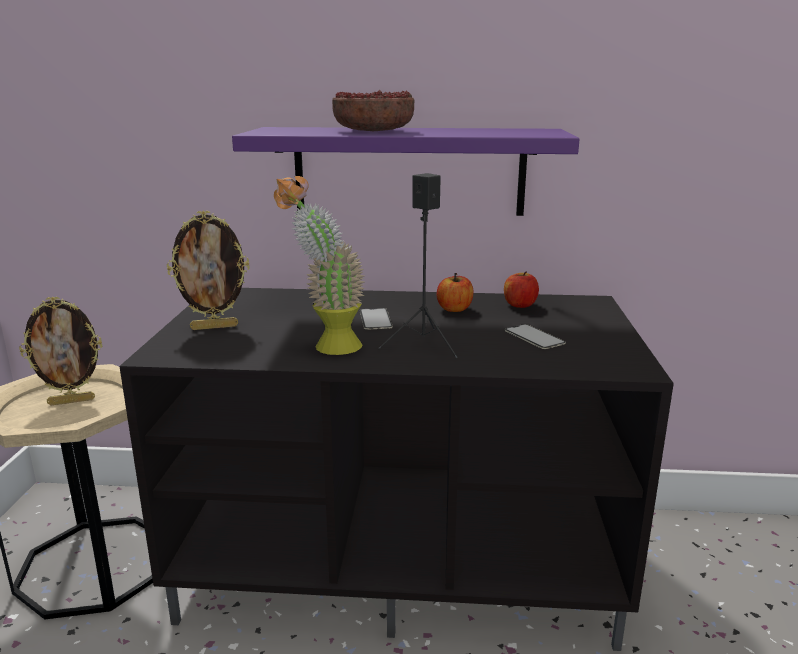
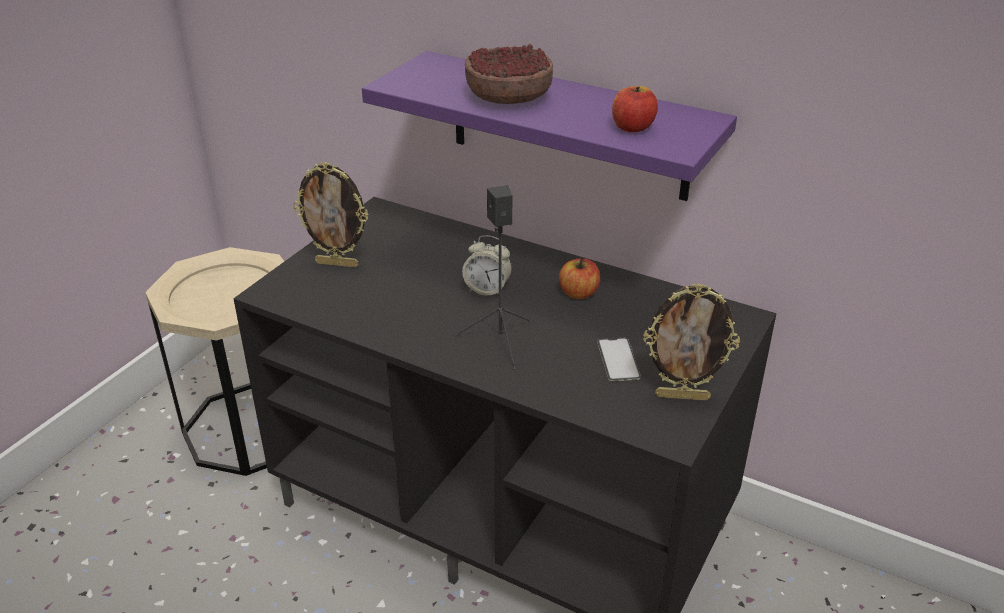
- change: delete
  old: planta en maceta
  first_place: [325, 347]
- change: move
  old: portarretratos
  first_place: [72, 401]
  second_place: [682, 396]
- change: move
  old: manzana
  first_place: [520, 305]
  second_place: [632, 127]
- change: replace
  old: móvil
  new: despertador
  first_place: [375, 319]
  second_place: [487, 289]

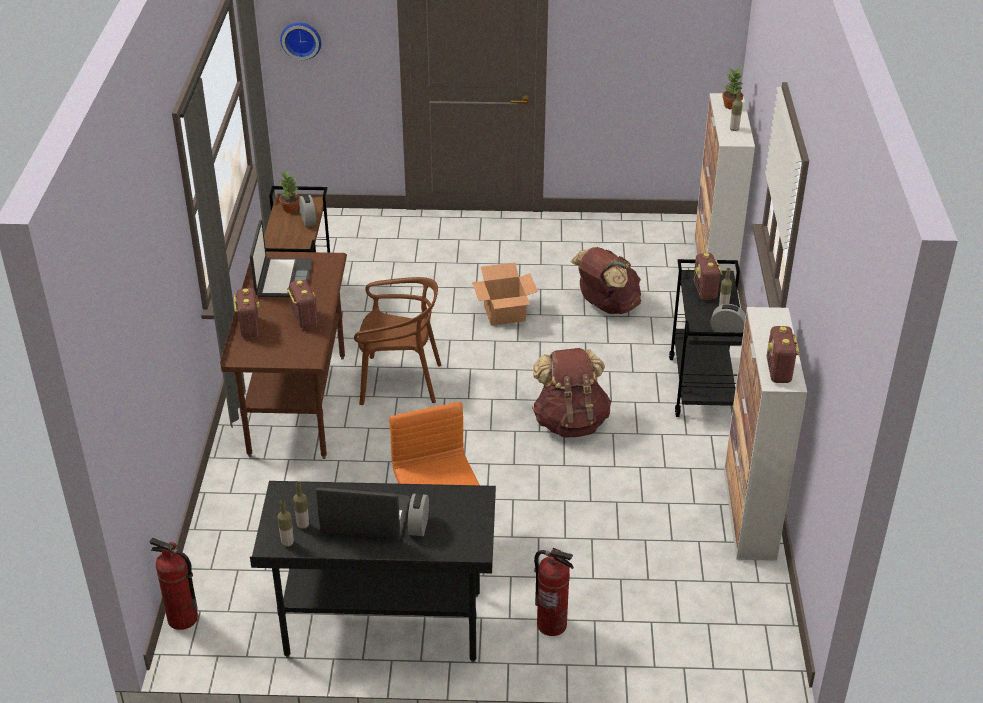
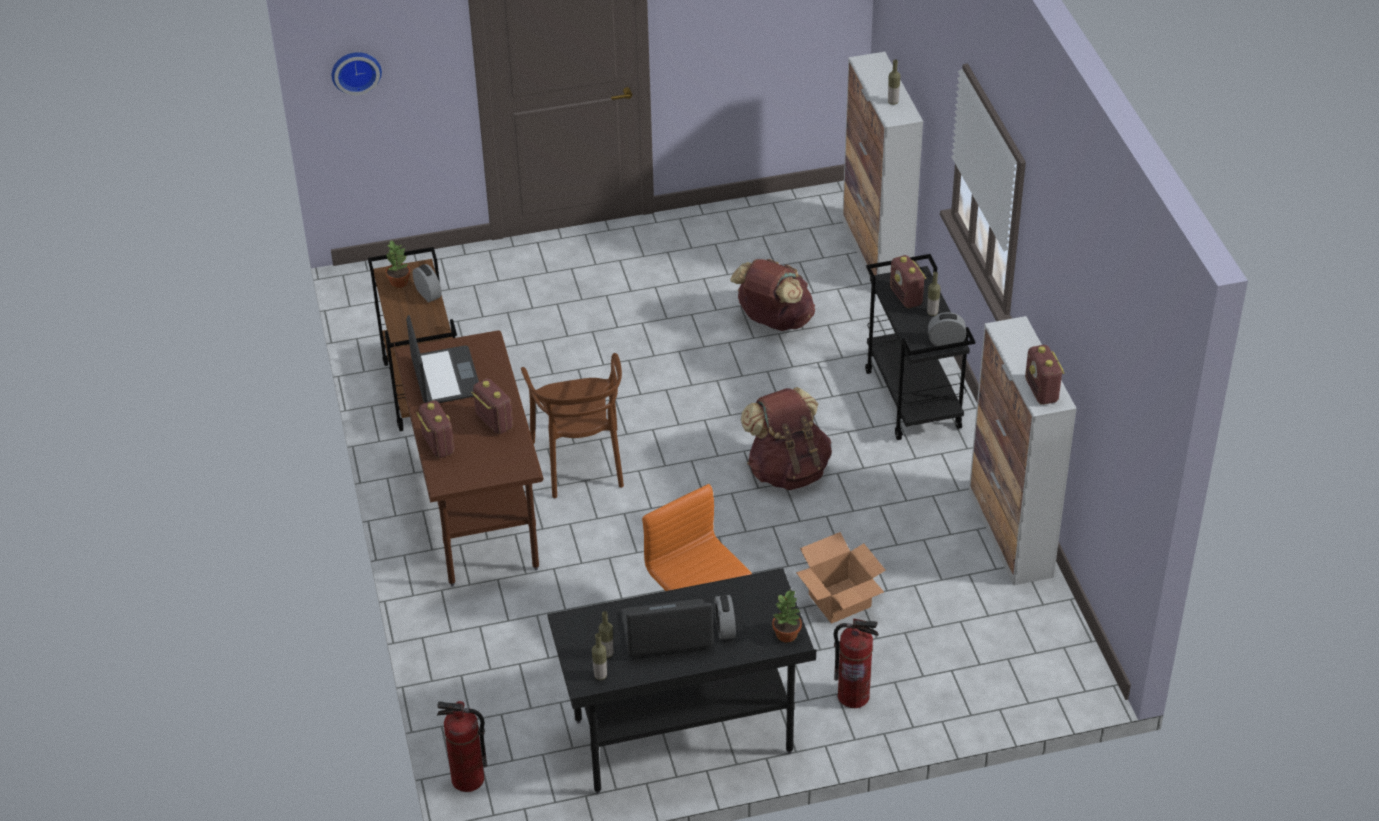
- change: move
  old: caja de cartón
  first_place: [505, 313]
  second_place: [840, 600]
- change: move
  old: planta en maceta
  first_place: [732, 106]
  second_place: [787, 635]
- change: rotate
  old: silla/marrón
  first_place: [399, 382]
  second_place: [580, 462]
  degrees: 90

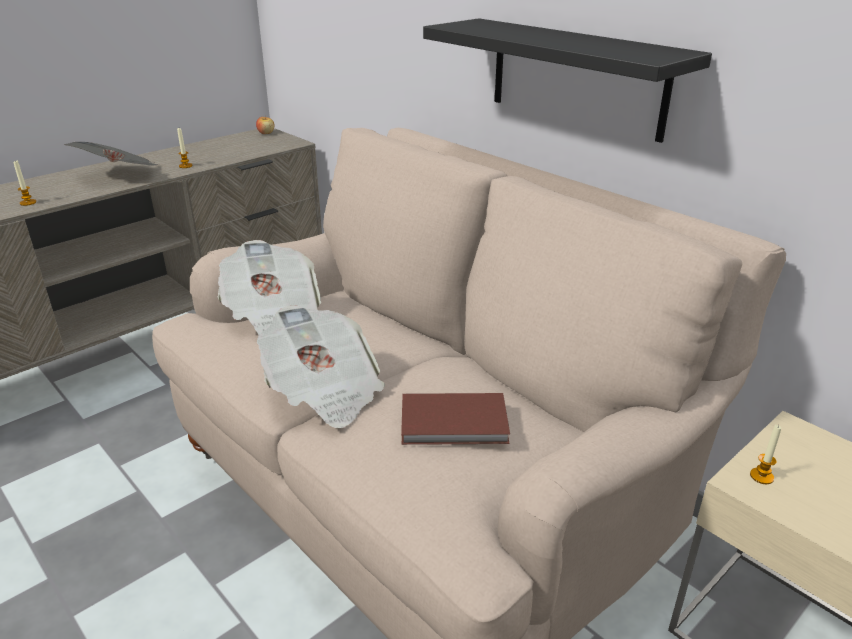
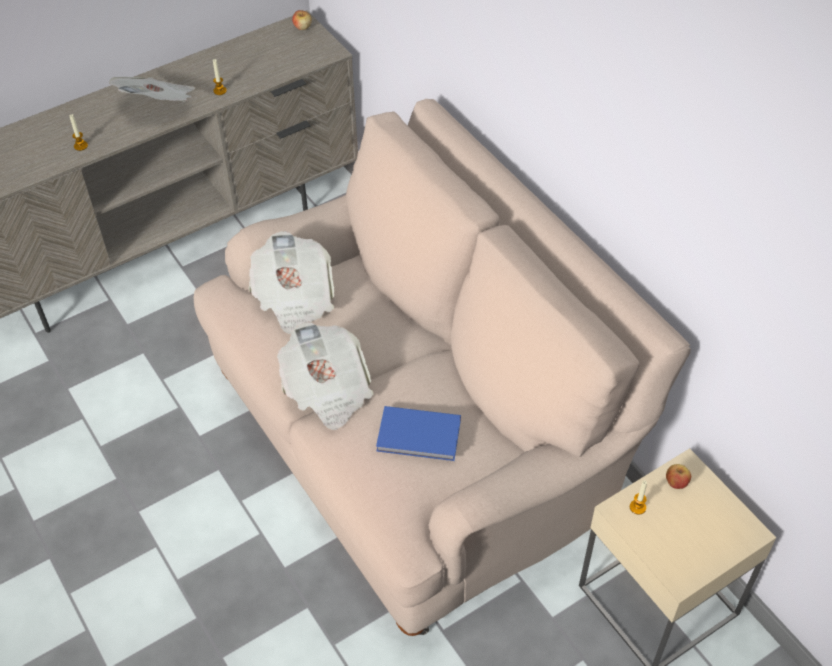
- change: delete
  old: estante/negro
  first_place: [576, 77]
- change: insert
  new: manzana
  second_place: [676, 482]
- change: recolor
  old: libro/marrón
  new: libro/azul
  first_place: [455, 423]
  second_place: [419, 437]

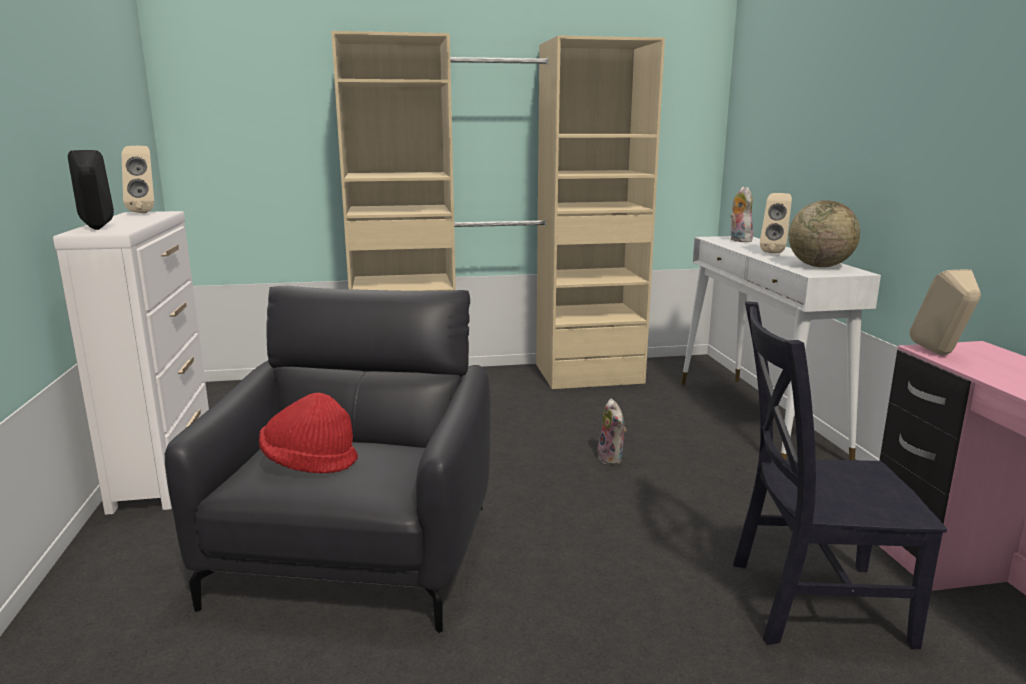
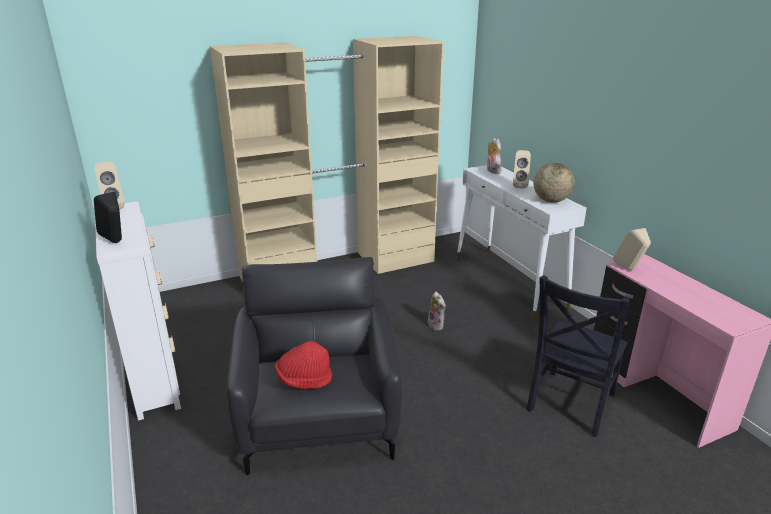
- change: rotate
  old: silla/negro
  first_place: [809, 601]
  second_place: [569, 404]
  degrees: -45

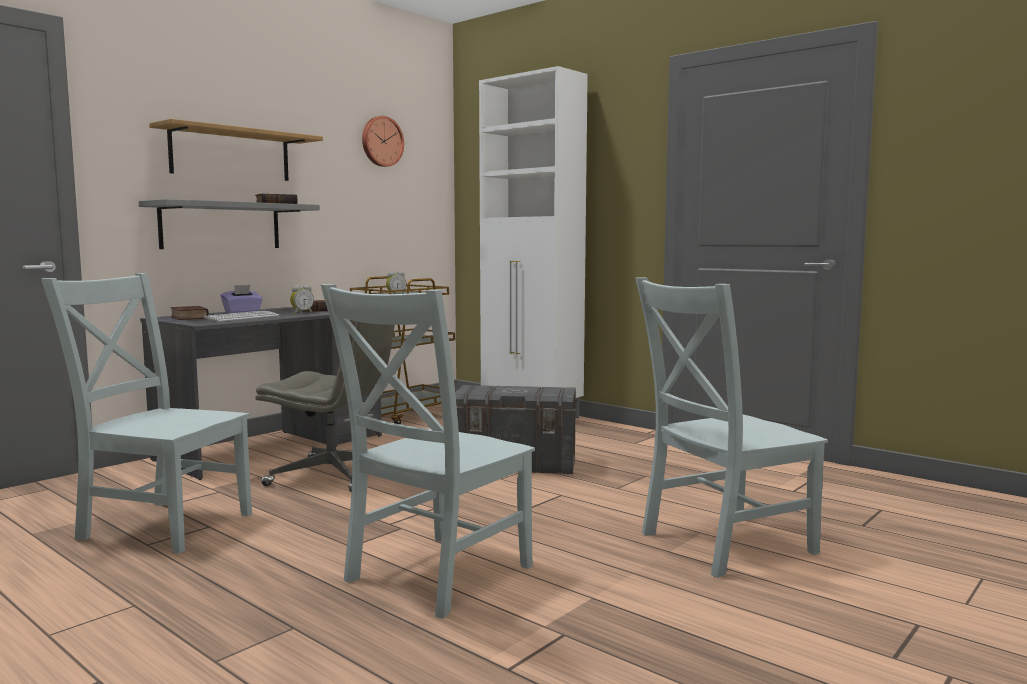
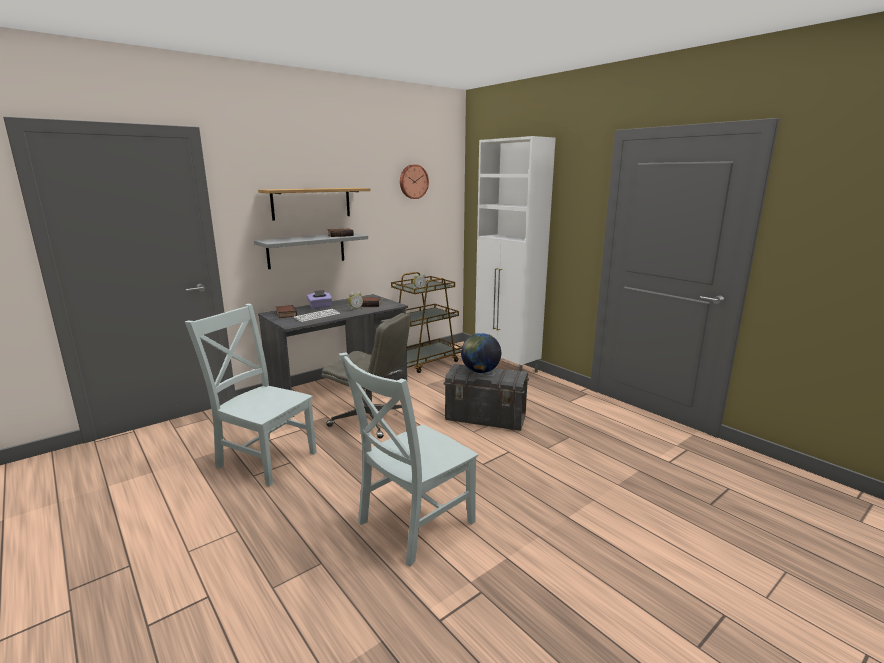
- change: delete
  old: silla/gris
  first_place: [721, 544]
- change: insert
  new: globo terráqueo
  second_place: [480, 371]

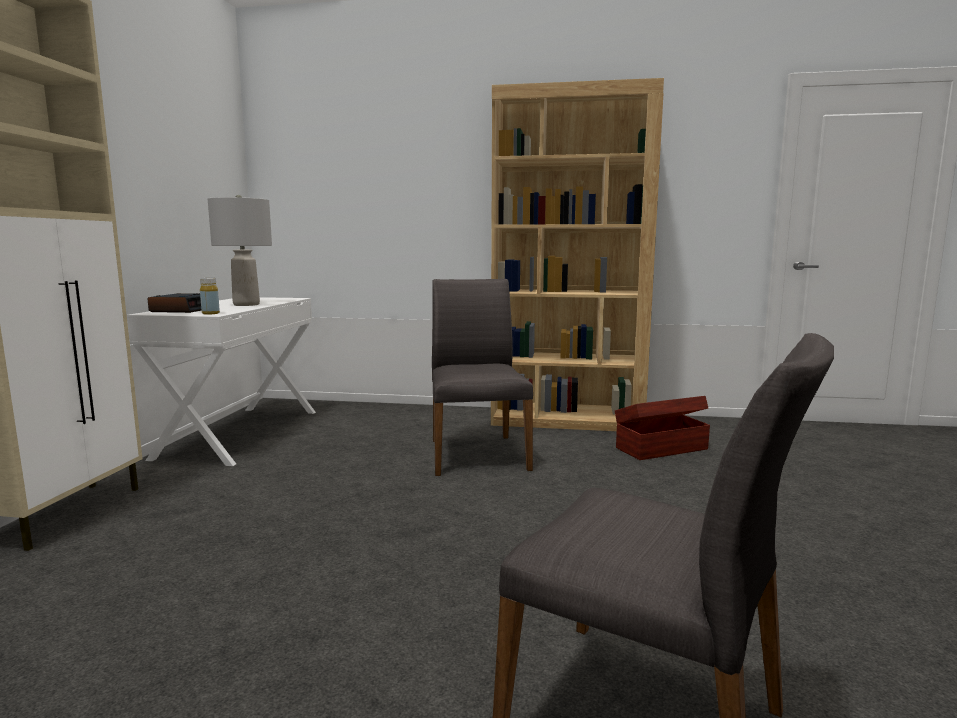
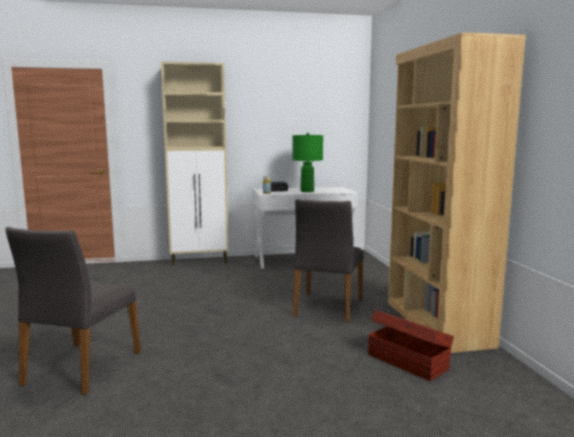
- change: recolor
  old: lámpara de mesa/gris
  new: lámpara de mesa/verde
  first_place: [246, 304]
  second_place: [307, 191]
- change: rotate
  old: silla/gris
  first_place: [476, 454]
  second_place: [327, 307]
  degrees: 135

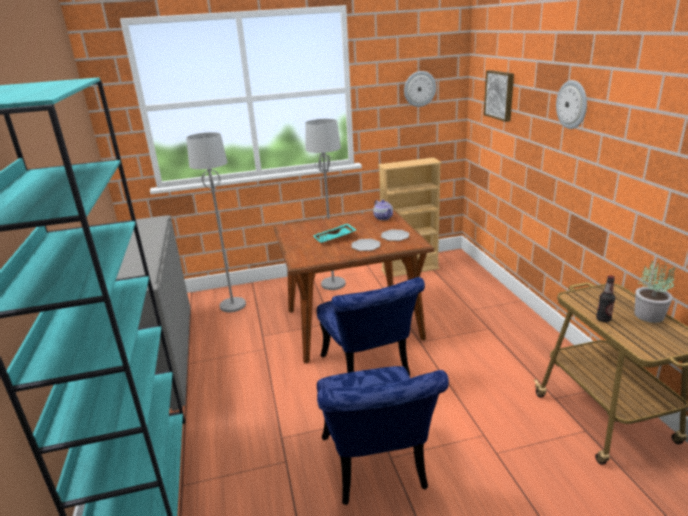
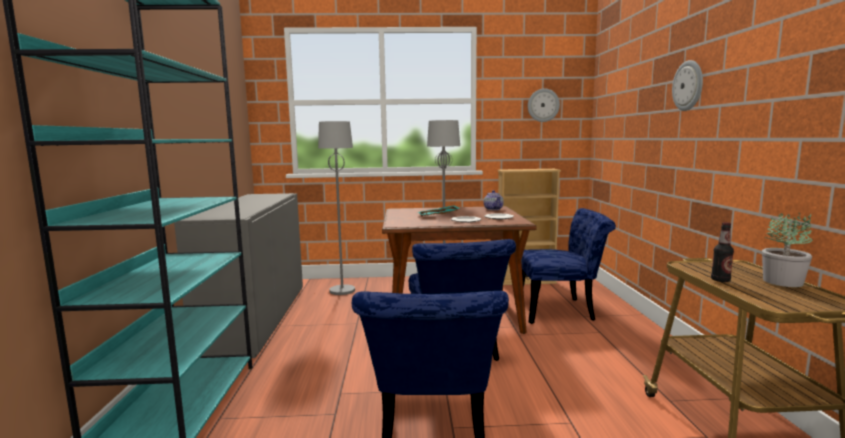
- change: delete
  old: cuadro
  first_place: [500, 95]
- change: insert
  new: silla/azul
  second_place: [561, 310]

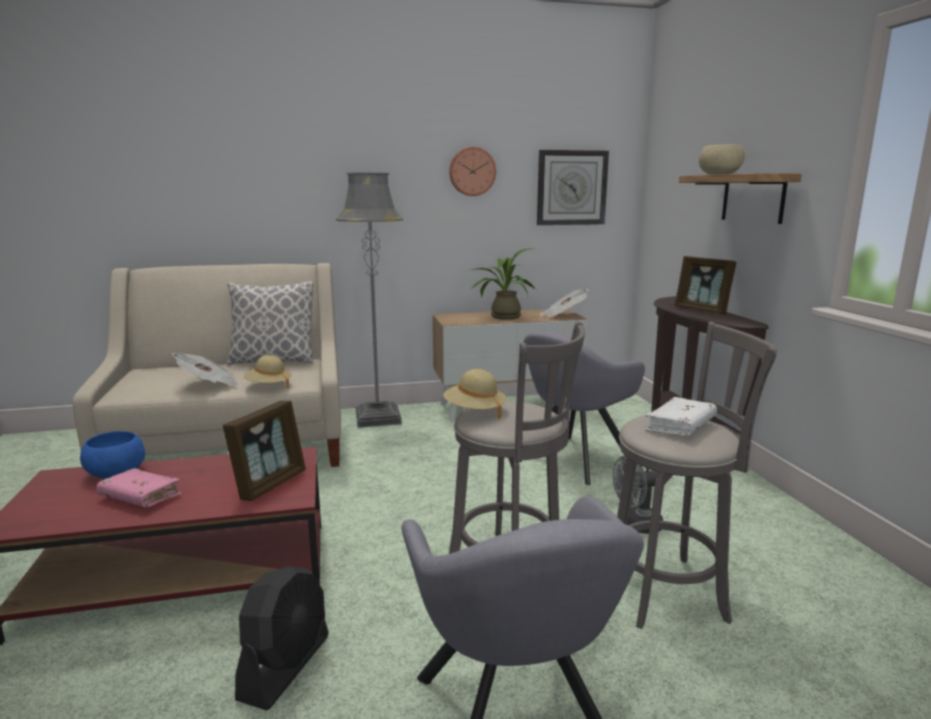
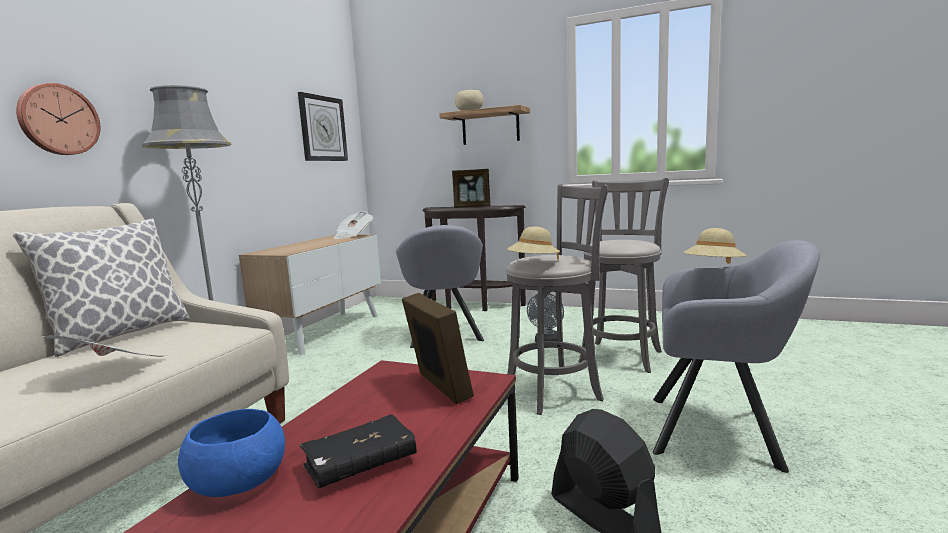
- change: delete
  old: planta en maceta
  first_place: [501, 316]
- change: delete
  old: libro/blanco
  first_place: [680, 426]
- change: move
  old: sombrero/beis
  first_place: [268, 386]
  second_place: [713, 268]
- change: move
  old: reloj de pared
  first_place: [472, 171]
  second_place: [58, 120]
- change: recolor
  old: libro/rosa
  new: libro/negro
  first_place: [140, 497]
  second_place: [360, 464]

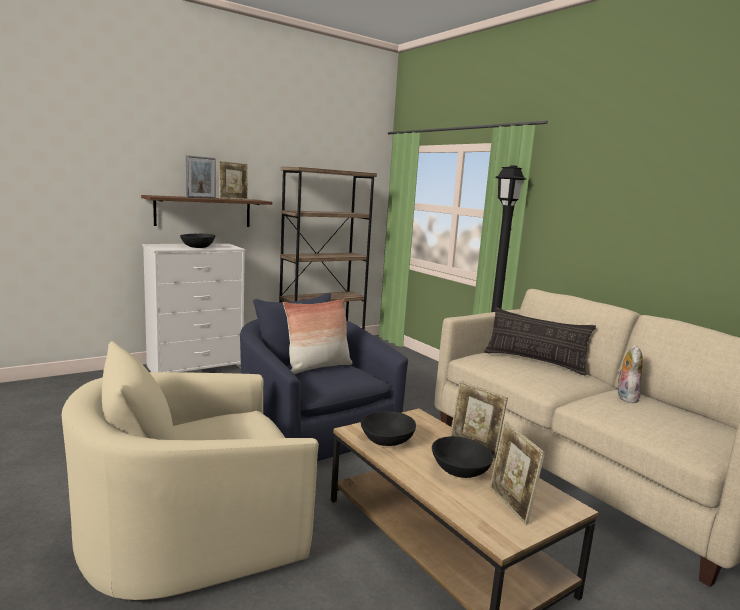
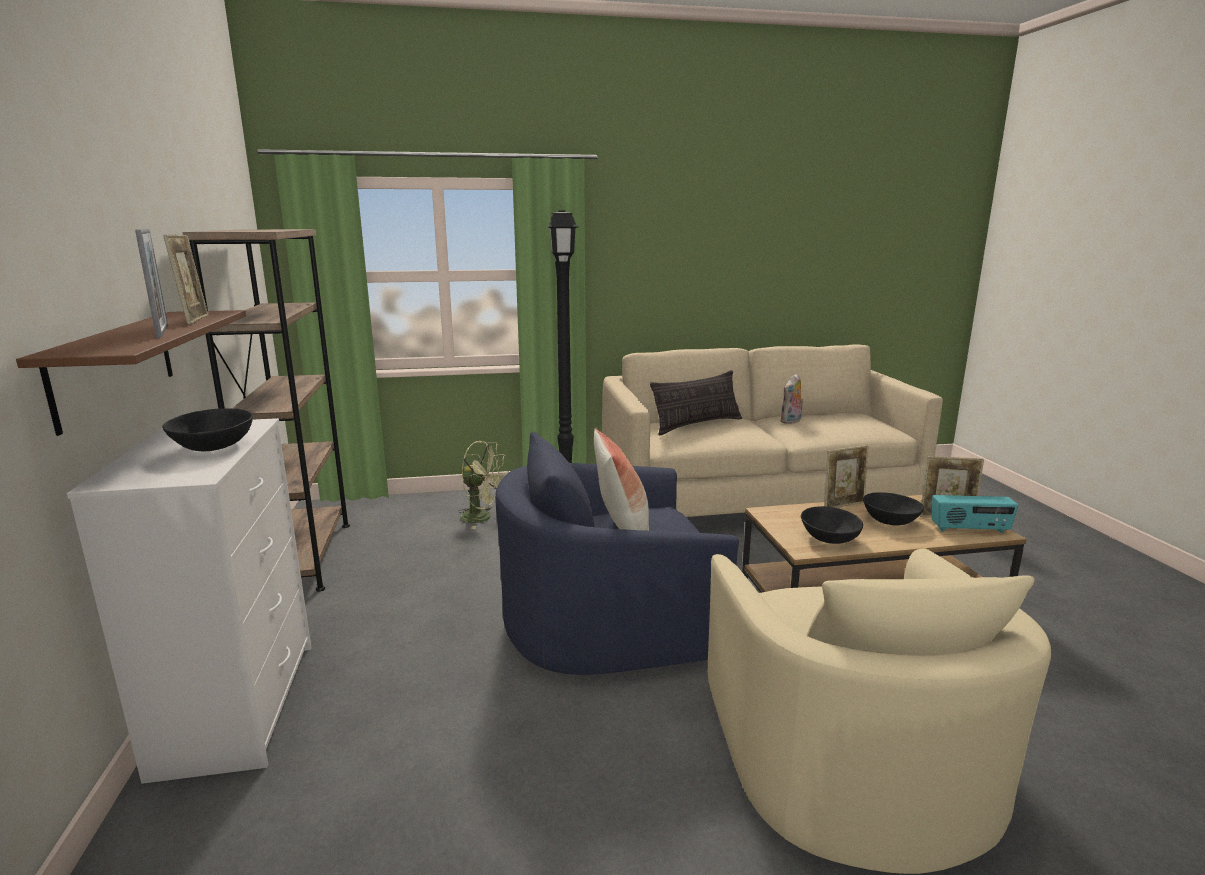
- change: insert
  new: ventilador/verde
  second_place: [483, 518]
- change: insert
  new: radio
  second_place: [970, 530]
- change: rotate
  old: peluche
  first_place: [625, 397]
  second_place: [791, 421]
  degrees: -90

